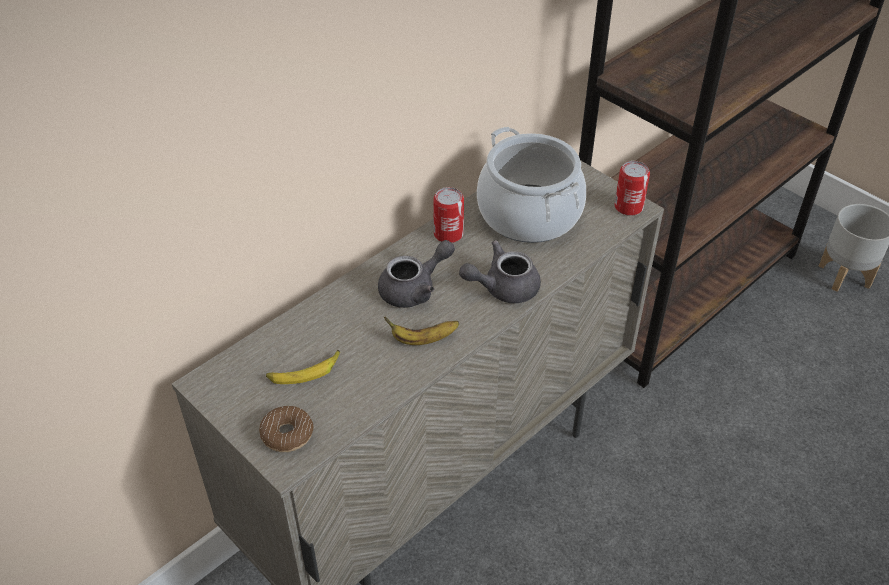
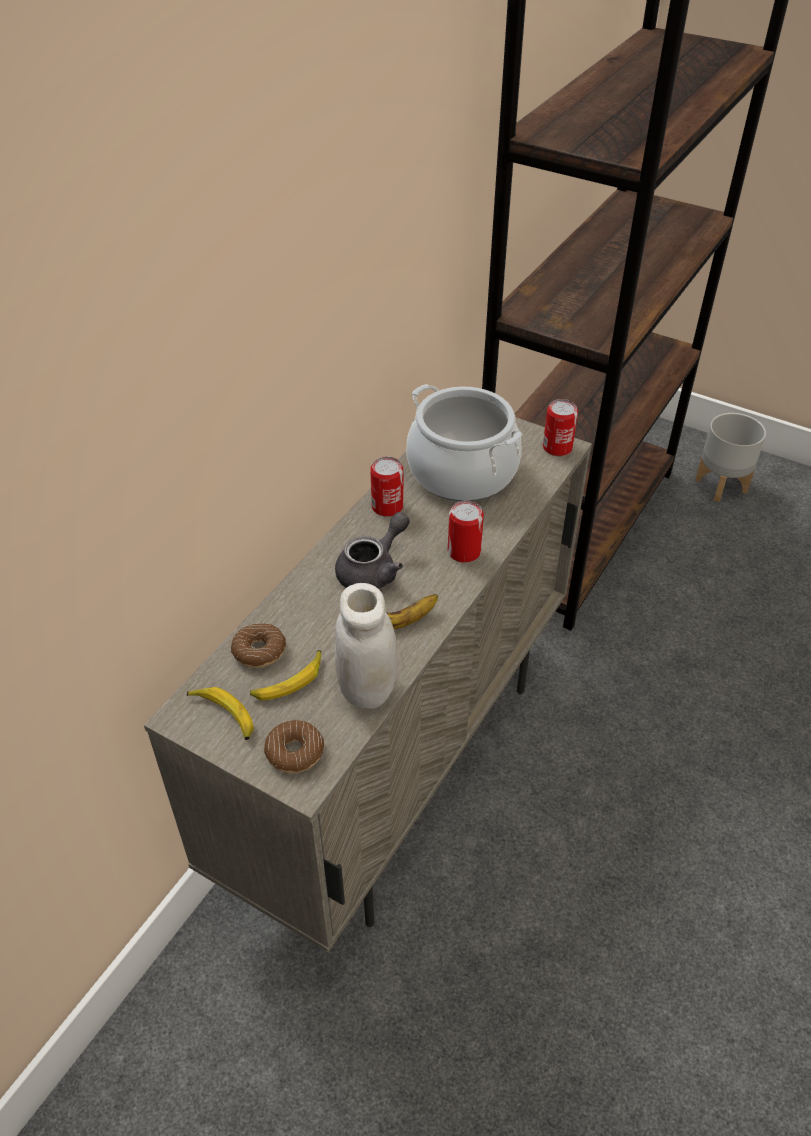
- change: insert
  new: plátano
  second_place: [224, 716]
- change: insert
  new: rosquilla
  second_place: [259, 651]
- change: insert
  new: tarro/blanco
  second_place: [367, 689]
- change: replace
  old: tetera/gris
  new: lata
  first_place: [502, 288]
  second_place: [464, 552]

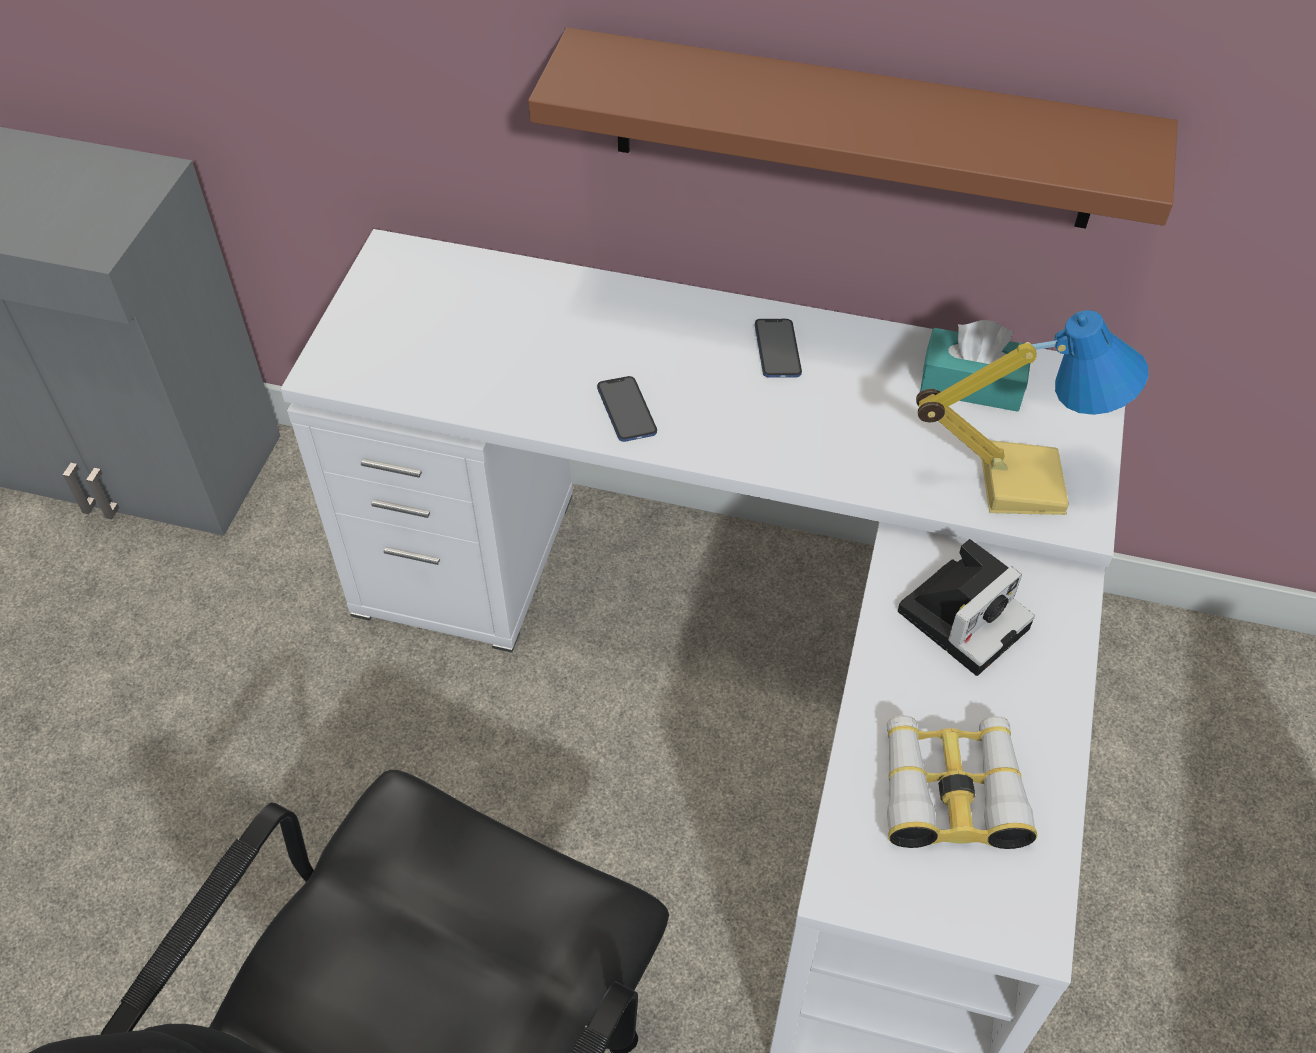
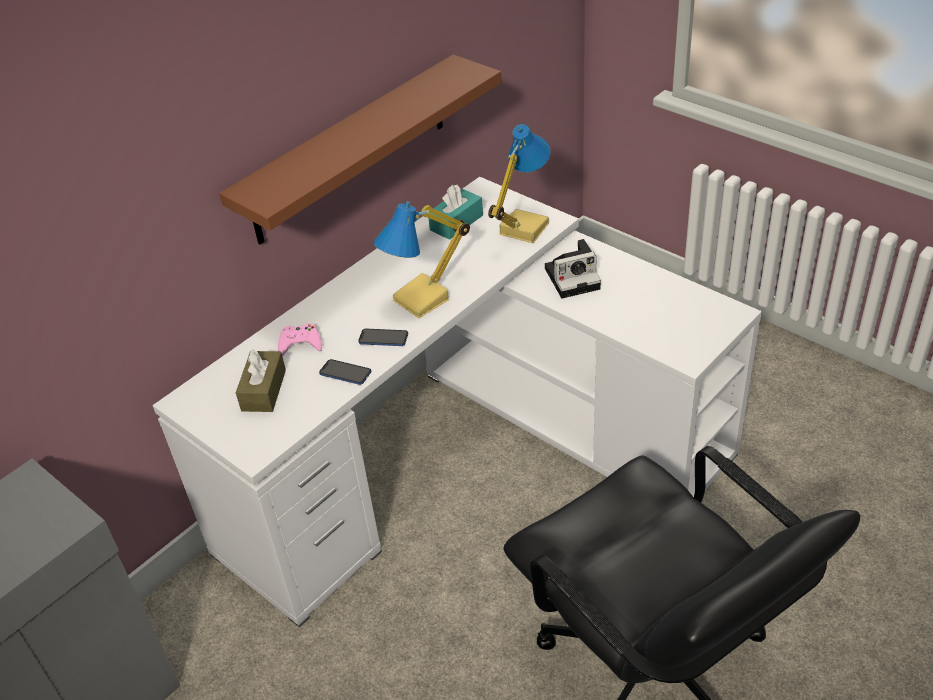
- change: delete
  old: prismáticos
  first_place: [951, 790]
- change: insert
  new: caja de pañuelos/marrón
  second_place: [264, 390]
- change: insert
  new: mando de consola/rosa
  second_place: [300, 343]
- change: insert
  new: lámpara de mesa
  second_place: [423, 300]
- change: move
  old: móvil
  first_place: [777, 350]
  second_place: [345, 373]
- change: rotate
  old: cámara
  first_place: [965, 616]
  second_place: [574, 277]
  degrees: 90

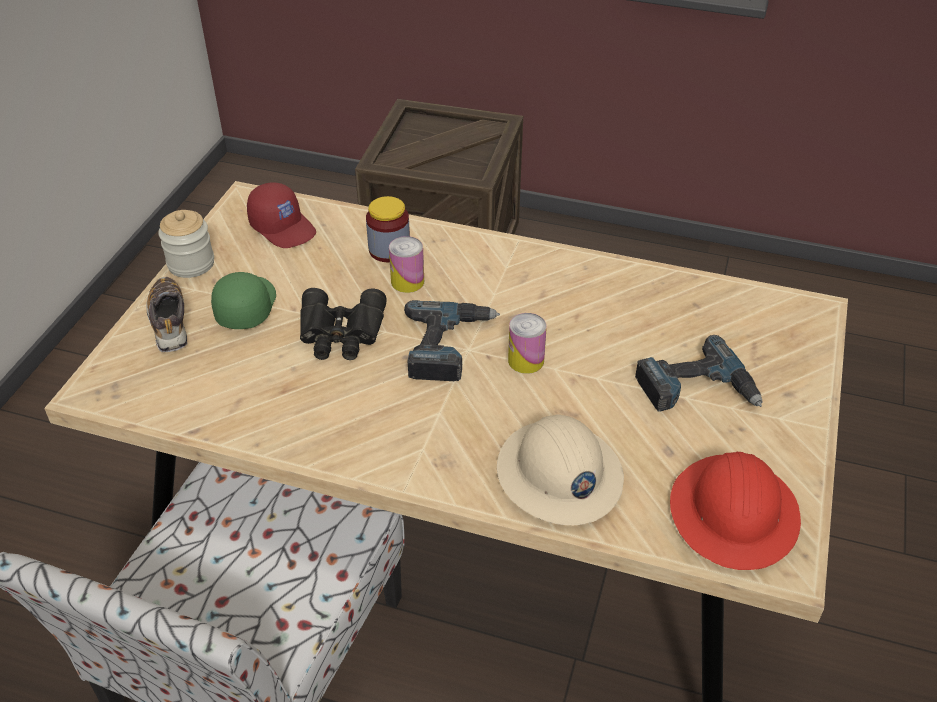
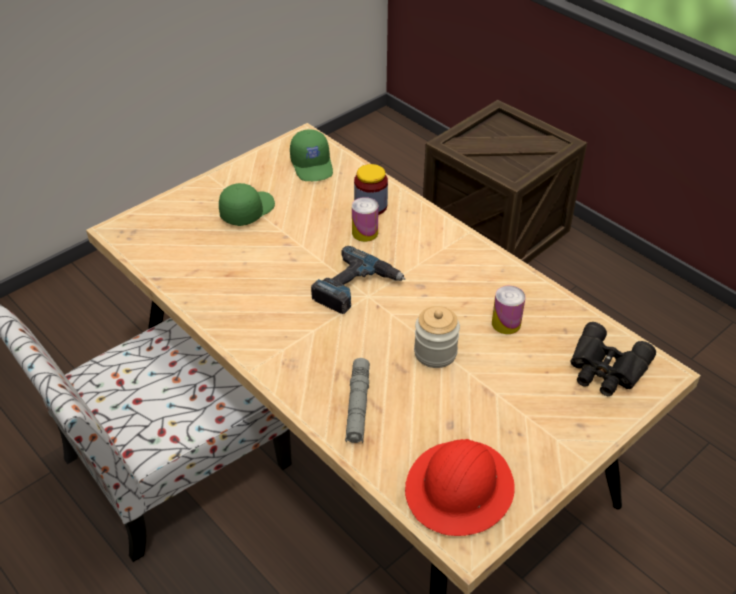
- change: delete
  old: zapato
  first_place: [169, 323]
- change: delete
  old: taladro
  first_place: [696, 389]
- change: move
  old: tarro
  first_place: [191, 264]
  second_place: [435, 353]
- change: move
  old: prismáticos/negro
  first_place: [341, 333]
  second_place: [606, 369]
- change: move
  old: lata
  first_place: [526, 360]
  second_place: [506, 323]
- change: replace
  old: casco/beis
  new: linterna/gris
  first_place: [558, 475]
  second_place: [358, 406]
- change: recolor
  old: gorra/rojo
  new: gorra/verde
  first_place: [283, 227]
  second_place: [313, 165]

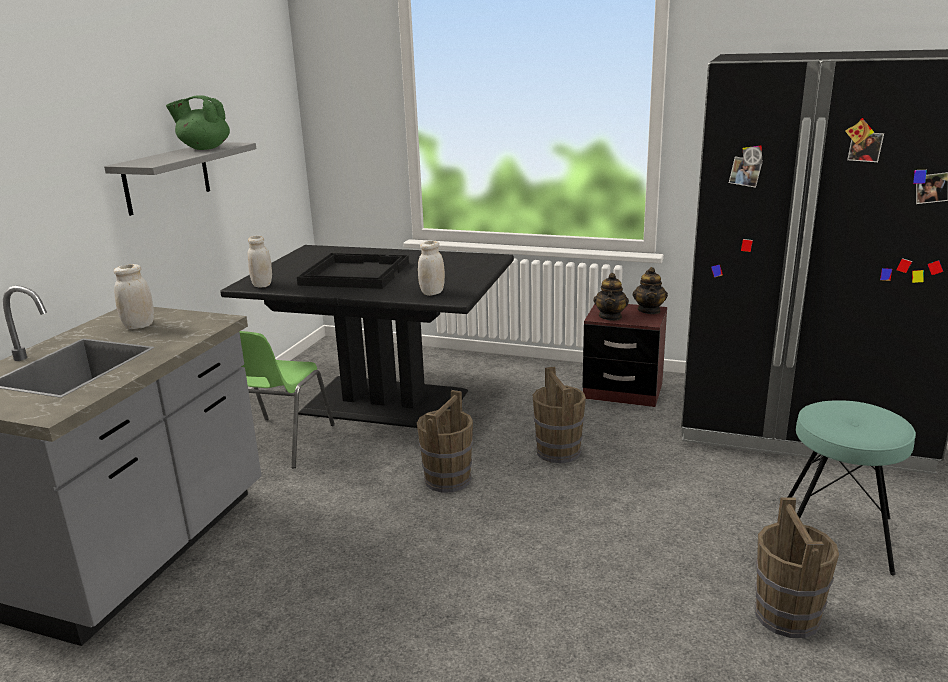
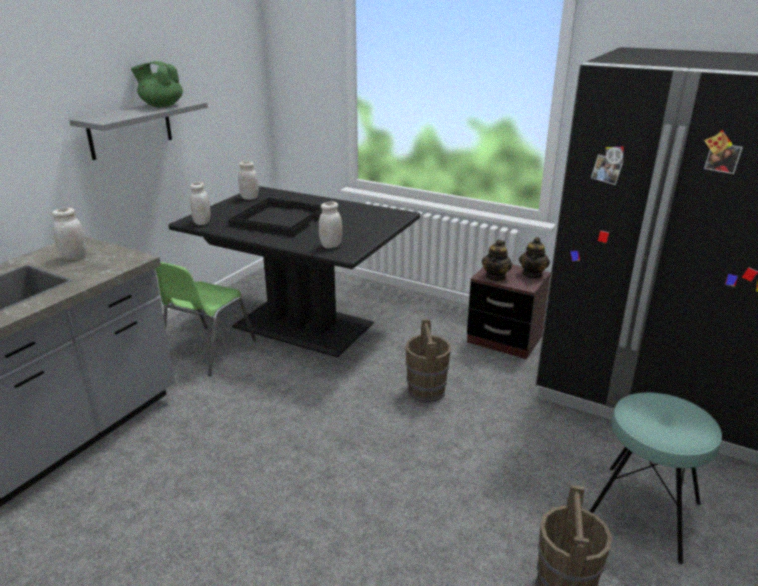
- change: delete
  old: cubo/marrón
  first_place: [448, 479]
- change: insert
  new: tarro/blanco
  second_place: [249, 198]

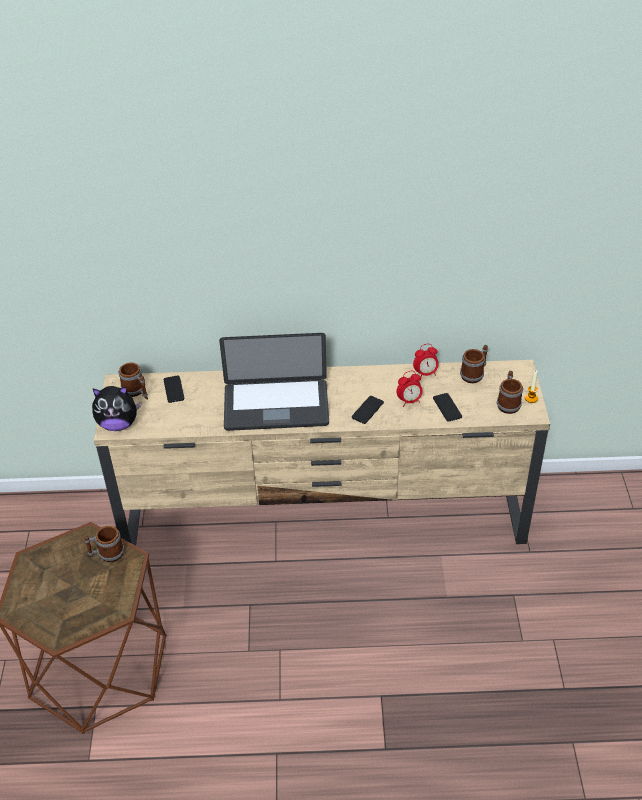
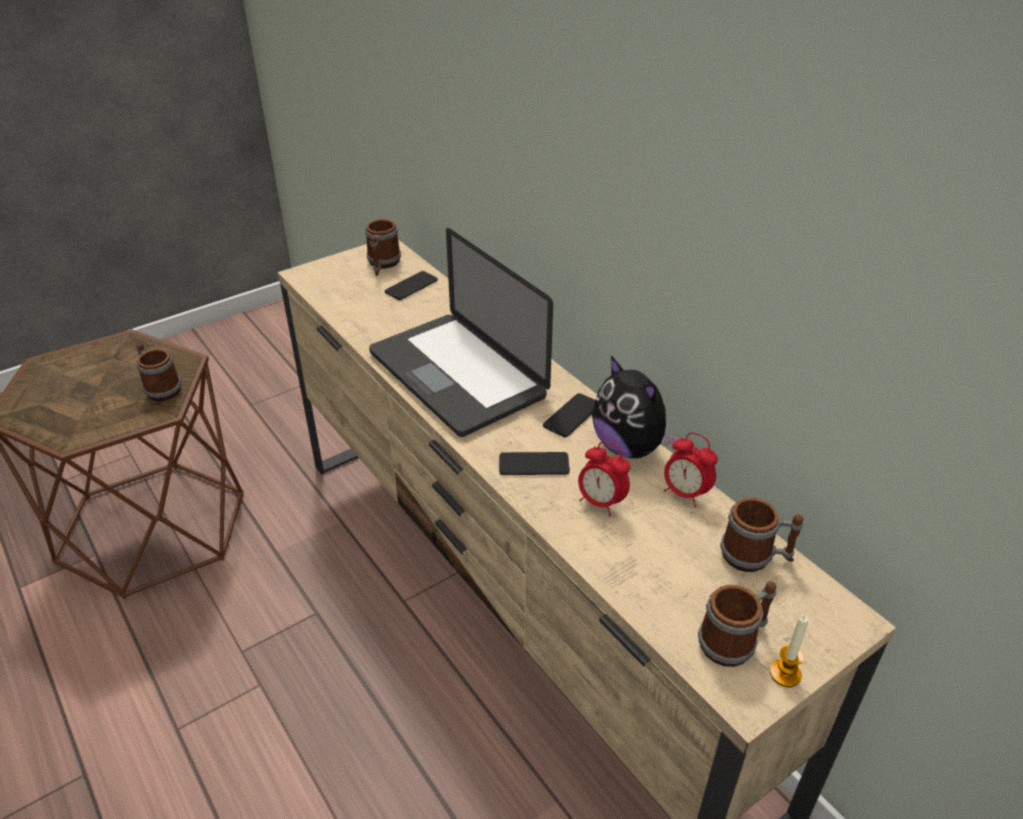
- change: move
  old: peluche
  first_place: [118, 424]
  second_place: [629, 447]
- change: move
  old: móvil
  first_place: [447, 407]
  second_place: [572, 416]

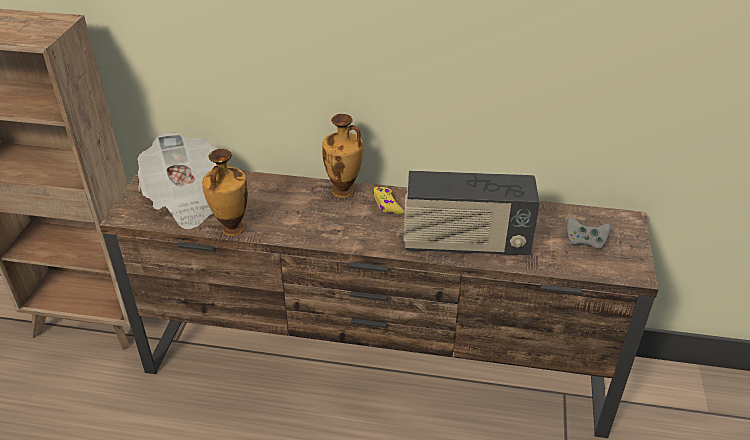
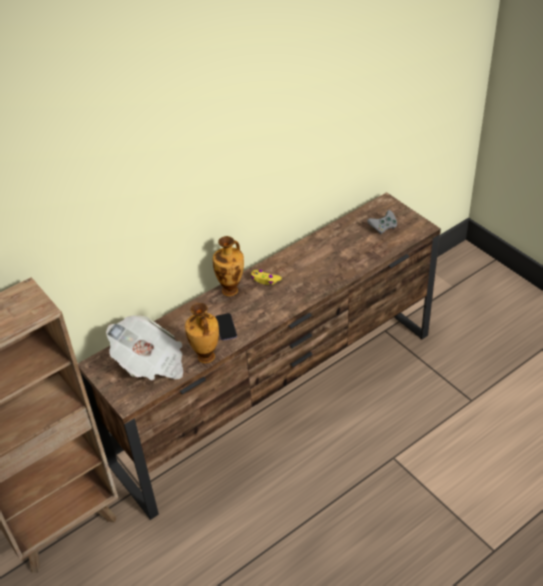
- change: delete
  old: radio
  first_place: [465, 243]
- change: insert
  new: móvil
  second_place: [226, 328]

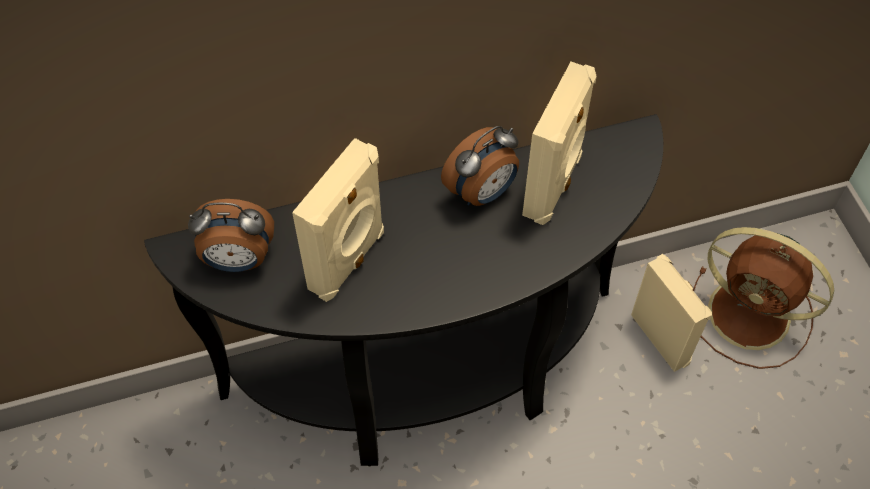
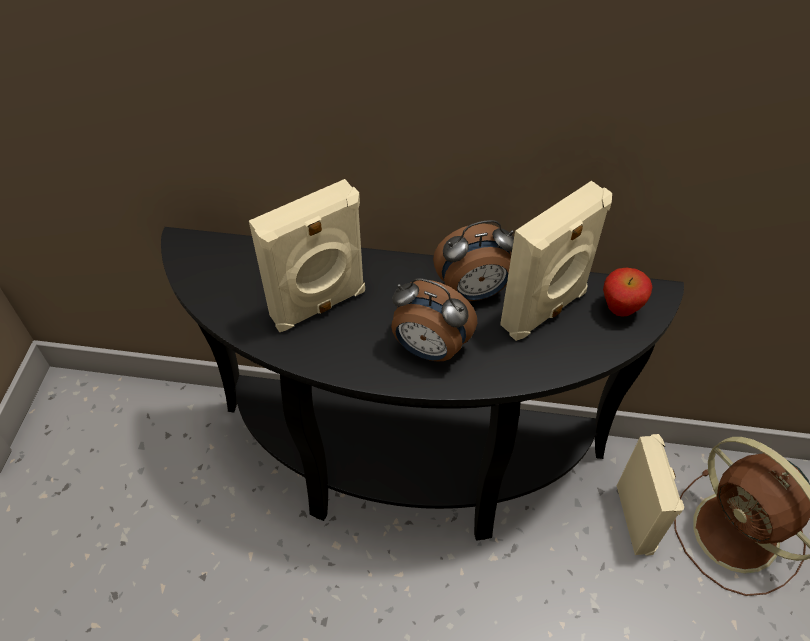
- change: insert
  new: manzana
  second_place: [620, 309]
- change: move
  old: despertador
  first_place: [238, 260]
  second_place: [429, 349]

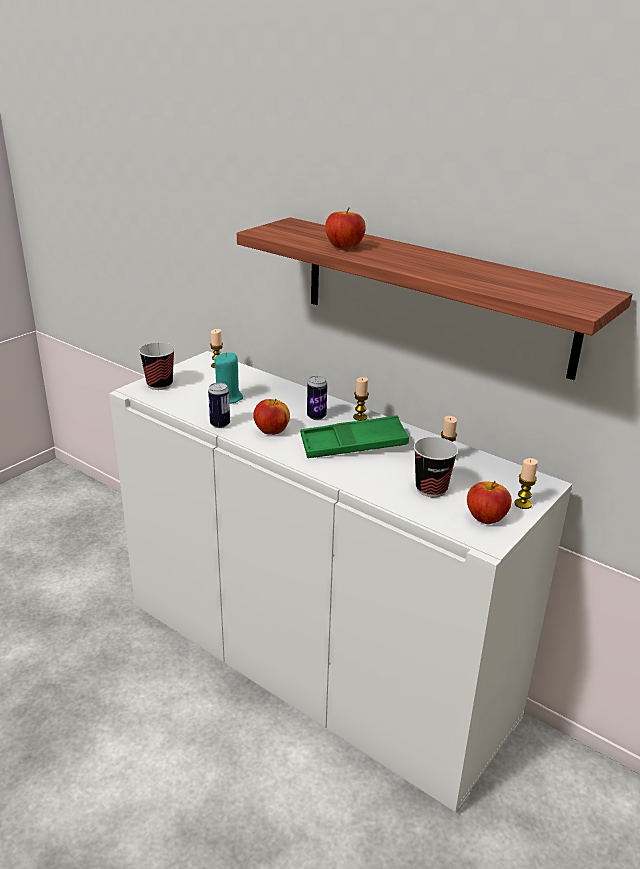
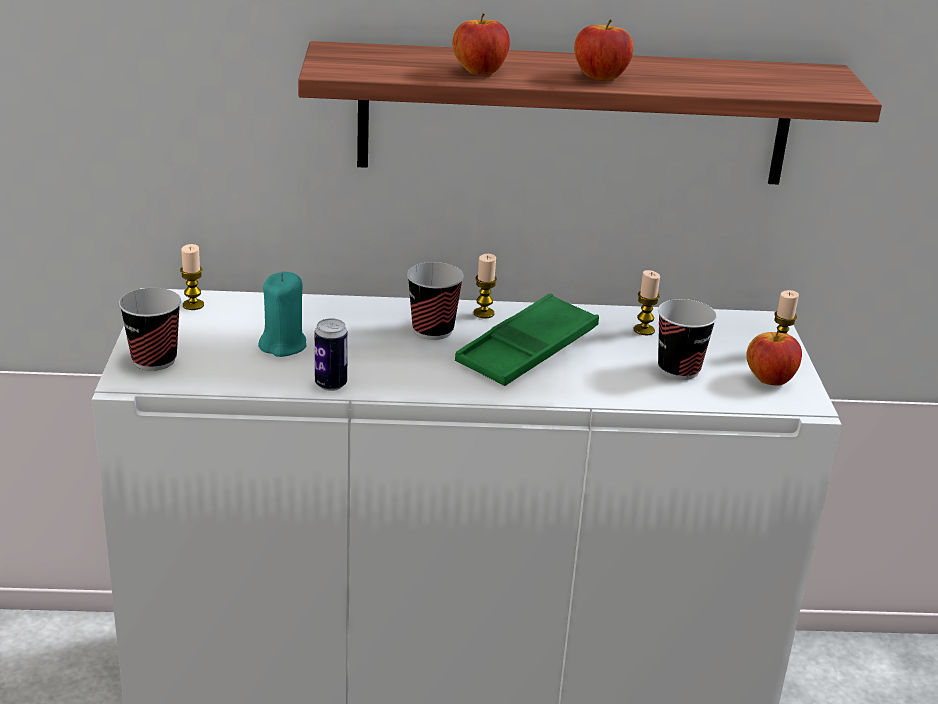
- change: move
  old: manzana
  first_place: [271, 431]
  second_place: [600, 77]
- change: replace
  old: lata
  new: taza
  first_place: [316, 416]
  second_place: [433, 330]

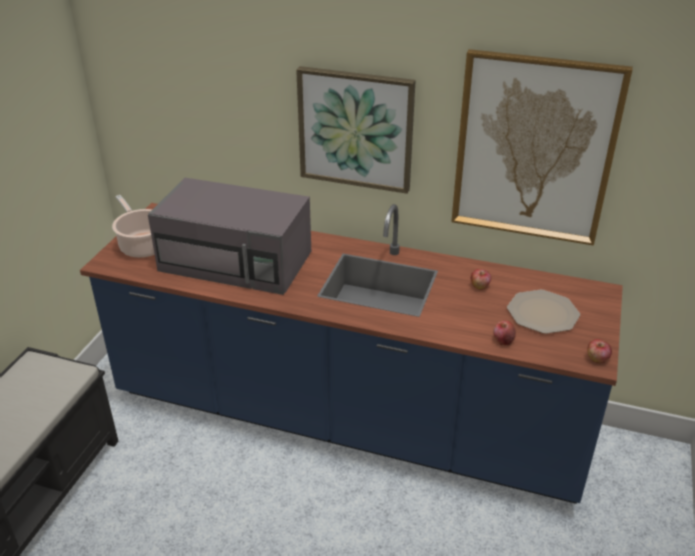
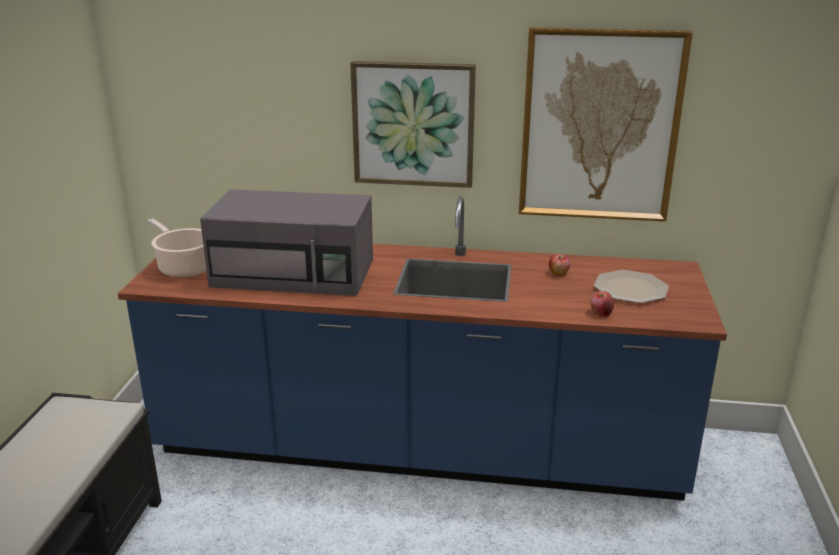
- change: delete
  old: manzana
  first_place: [597, 358]

